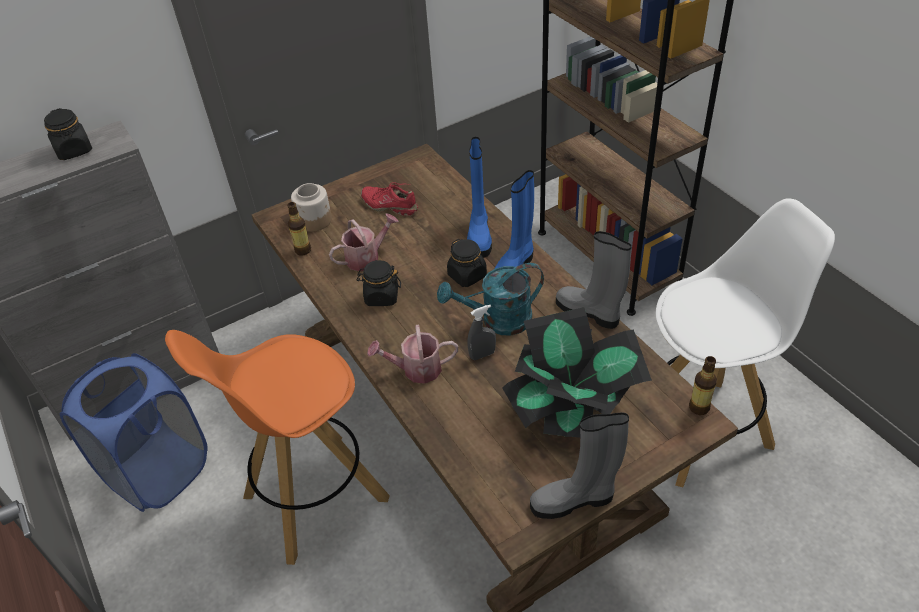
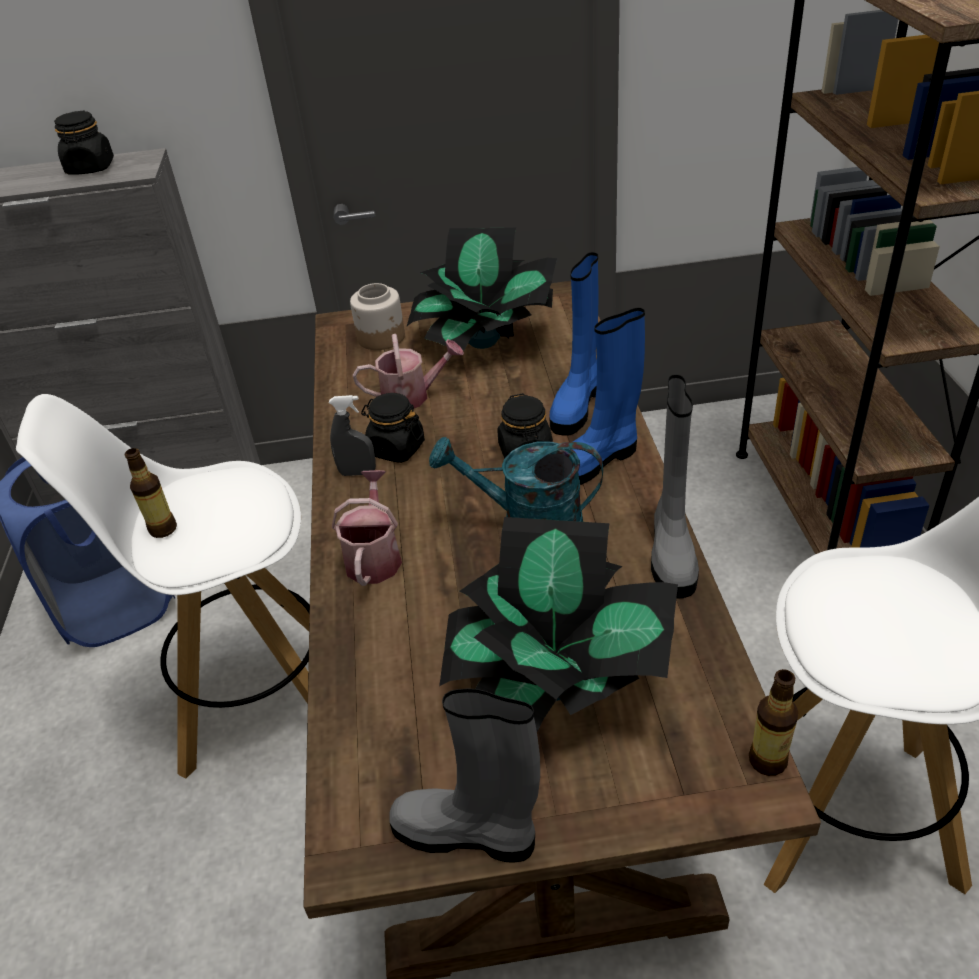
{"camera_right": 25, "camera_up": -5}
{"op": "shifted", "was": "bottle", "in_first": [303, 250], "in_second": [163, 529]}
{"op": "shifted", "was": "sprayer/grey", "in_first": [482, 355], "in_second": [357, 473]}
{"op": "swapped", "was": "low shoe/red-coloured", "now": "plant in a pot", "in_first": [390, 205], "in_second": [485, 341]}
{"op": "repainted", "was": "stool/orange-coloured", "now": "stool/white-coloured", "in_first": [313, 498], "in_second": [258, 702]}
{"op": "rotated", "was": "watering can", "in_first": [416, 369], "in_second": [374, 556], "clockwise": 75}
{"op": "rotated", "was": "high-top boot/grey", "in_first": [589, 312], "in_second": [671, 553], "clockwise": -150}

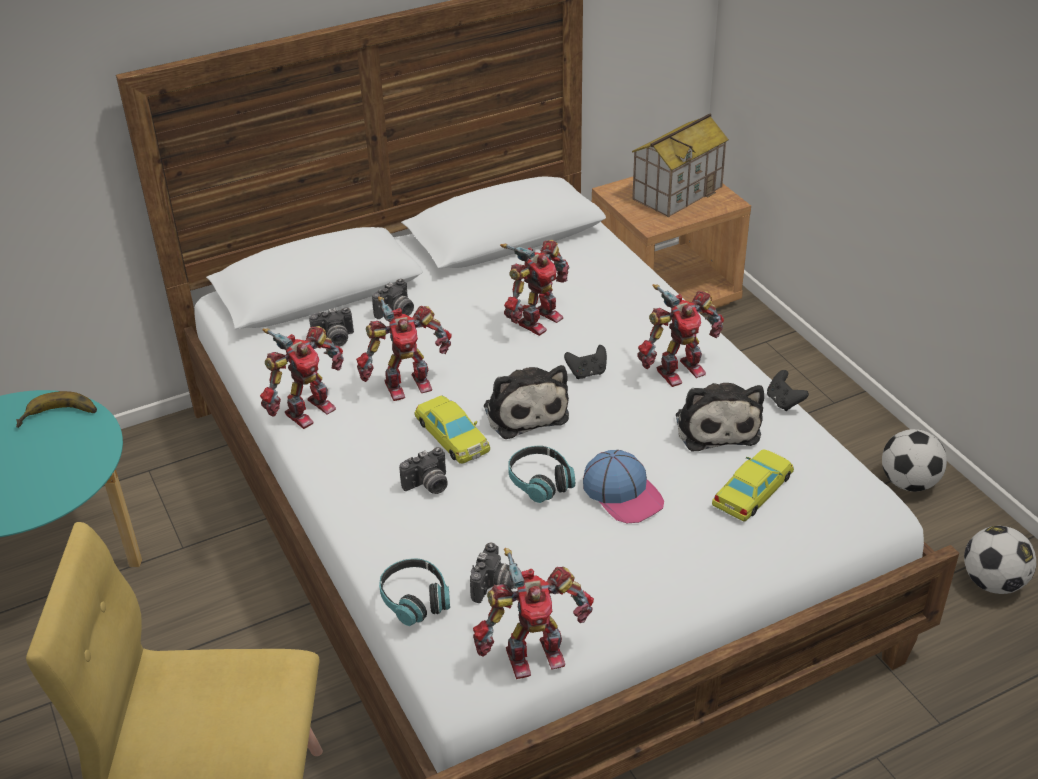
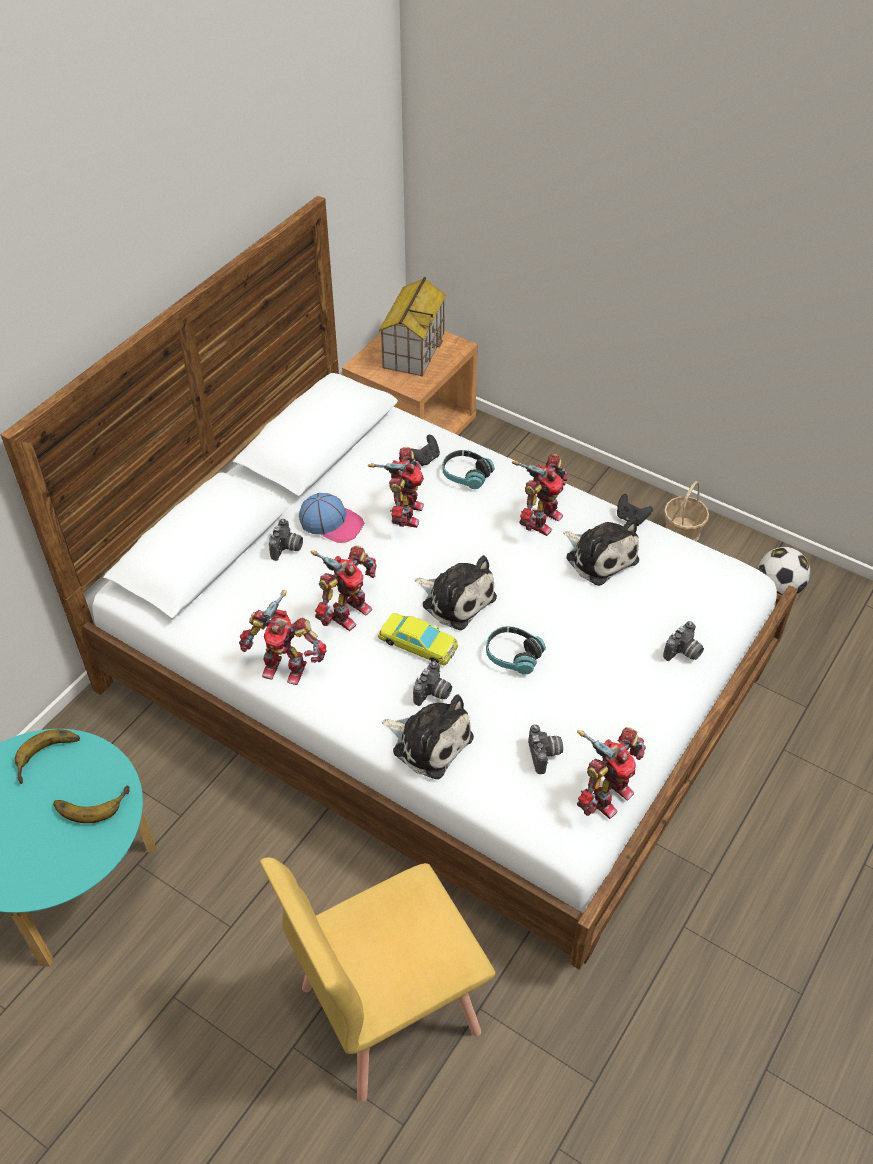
{"camera_right": -30, "camera_up": 10}
{"op": "gone", "was": "miniature car/yellowish", "in_first": [753, 490]}
{"op": "new", "now": "whole banana", "in_second": [91, 802]}
{"op": "new", "now": "soft toy", "in_second": [429, 742]}
{"op": "shifted", "was": "still camera", "in_first": [334, 340], "in_second": [683, 653]}
{"op": "shifted", "was": "headset", "in_first": [415, 599], "in_second": [466, 475]}
{"op": "shifted", "was": "joypad/blackish", "in_first": [587, 373], "in_second": [425, 459]}
{"op": "shifted", "was": "baseball cap", "in_first": [623, 494], "in_second": [331, 523]}
{"op": "swapped", "was": "football", "now": "basket", "in_first": [909, 482], "in_second": [682, 532]}
{"op": "rotated", "was": "toy robot", "in_first": [307, 410], "in_second": [285, 667], "clockwise": 90}

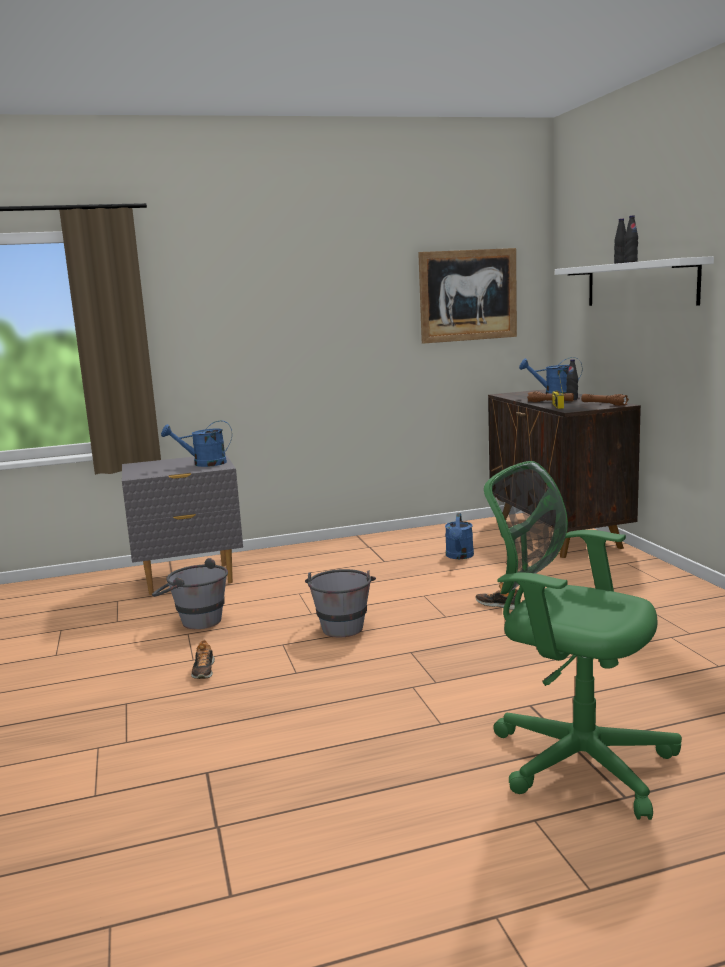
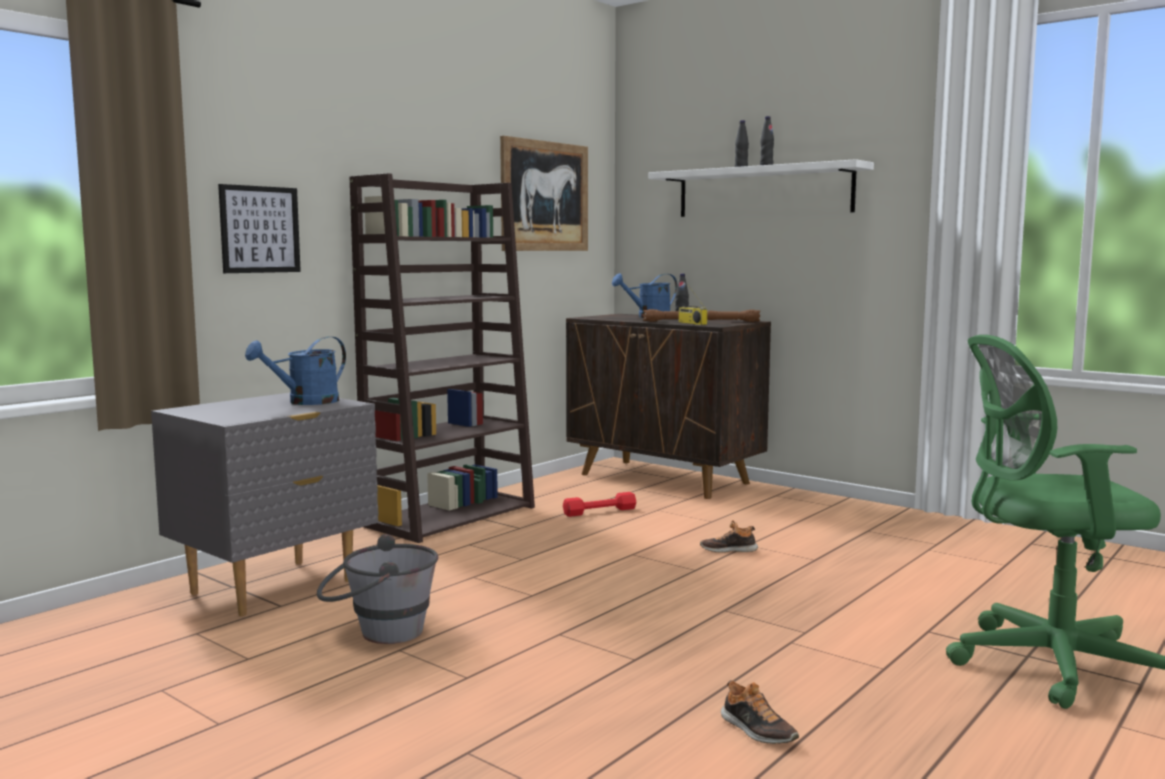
{"camera_right": -35, "camera_up": -5}
{"op": "gone", "was": "pail/grey", "in_first": [342, 625]}
{"op": "new", "now": "wall art", "in_second": [260, 229]}
{"op": "new", "now": "bookshelf/brown", "in_second": [451, 516]}
{"op": "shifted", "was": "low shoe", "in_first": [203, 670], "in_second": [757, 730]}
{"op": "swapped", "was": "watering can/blue-coloured", "now": "hand weight/red-coloured", "in_first": [459, 556], "in_second": [599, 511]}

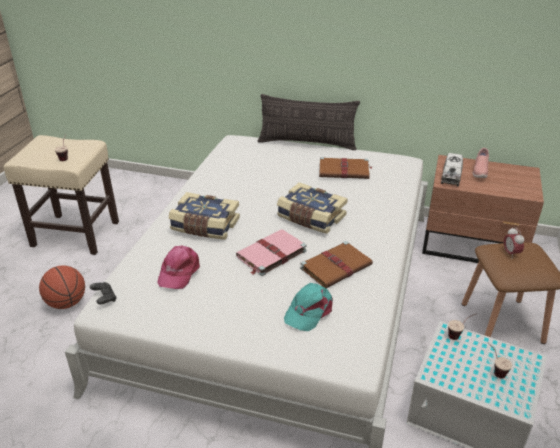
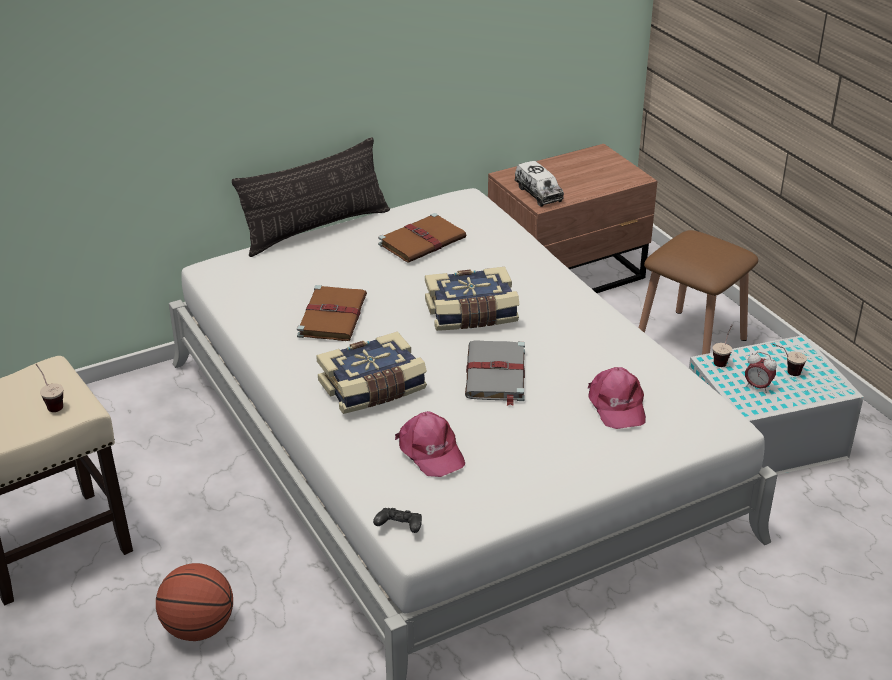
{"camera_right": -45, "camera_up": 0}
{"op": "gone", "was": "low shoe/pink", "in_first": [479, 171]}
{"op": "shifted", "was": "book/brown", "in_first": [337, 266], "in_second": [332, 316]}
{"op": "shifted", "was": "alarm clock", "in_first": [510, 253], "in_second": [757, 387]}
{"op": "repainted", "was": "book/pink", "now": "book/grey", "in_first": [270, 254], "in_second": [495, 375]}
{"op": "repainted", "was": "baseball cap/turquoise", "now": "baseball cap/pink", "in_first": [309, 311], "in_second": [616, 405]}

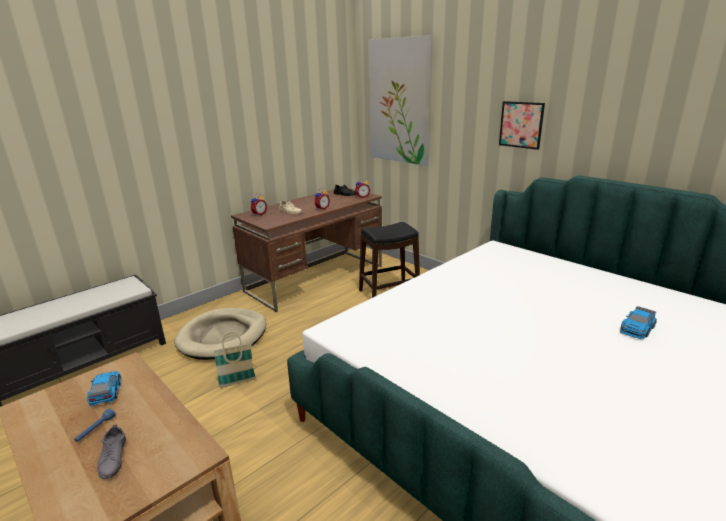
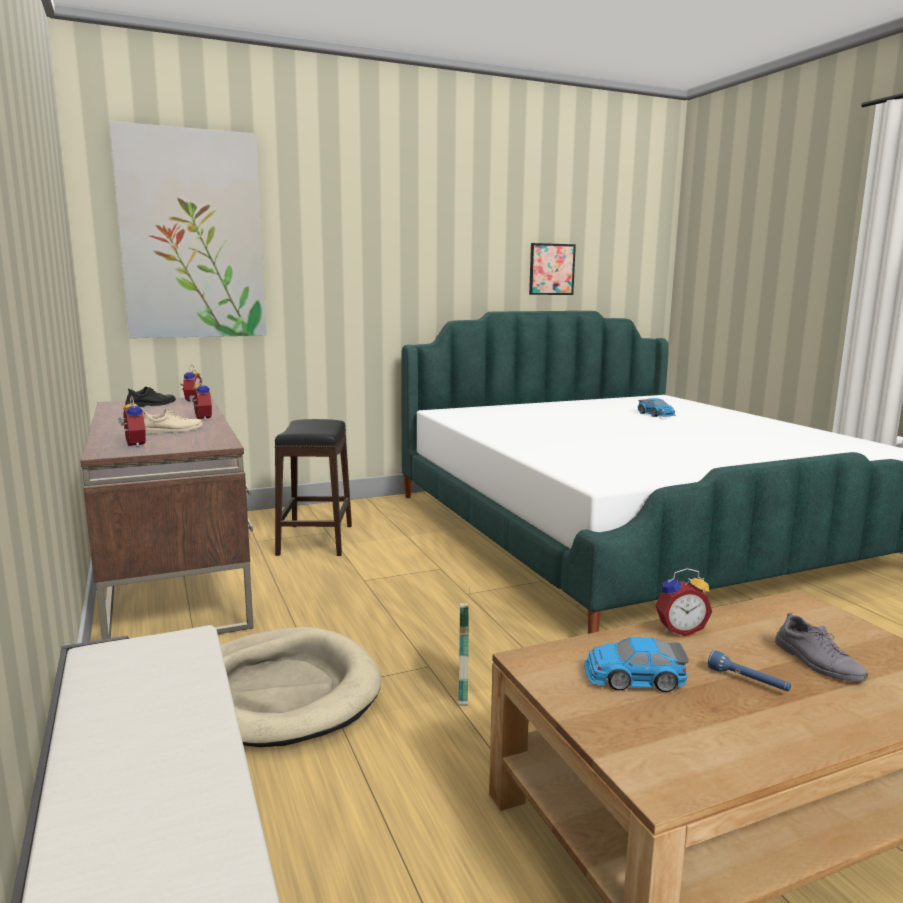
{"camera_right": -70, "camera_up": -10}
{"op": "new", "now": "alarm clock", "in_second": [679, 630]}
{"op": "shifted", "was": "wall art", "in_first": [521, 125], "in_second": [551, 269]}
{"op": "rotated", "was": "low shoe/grey", "in_first": [113, 458], "in_second": [817, 662], "clockwise": 60}

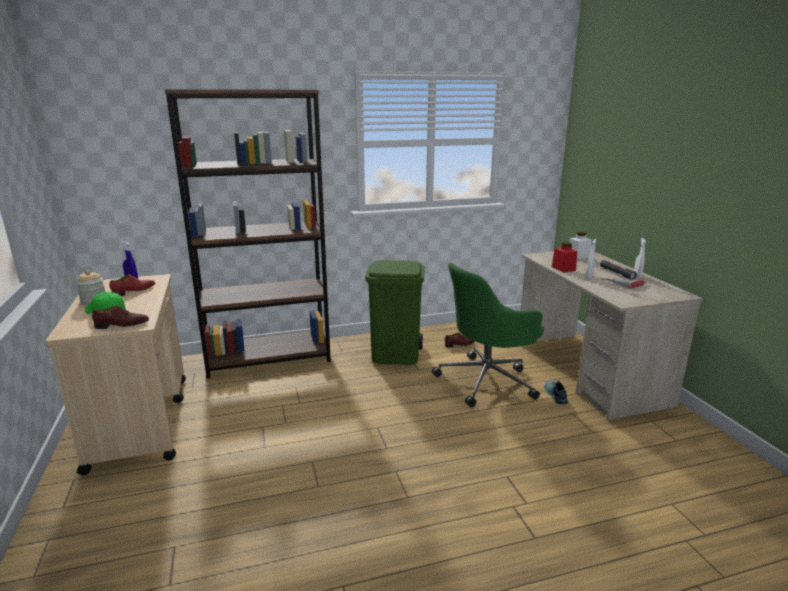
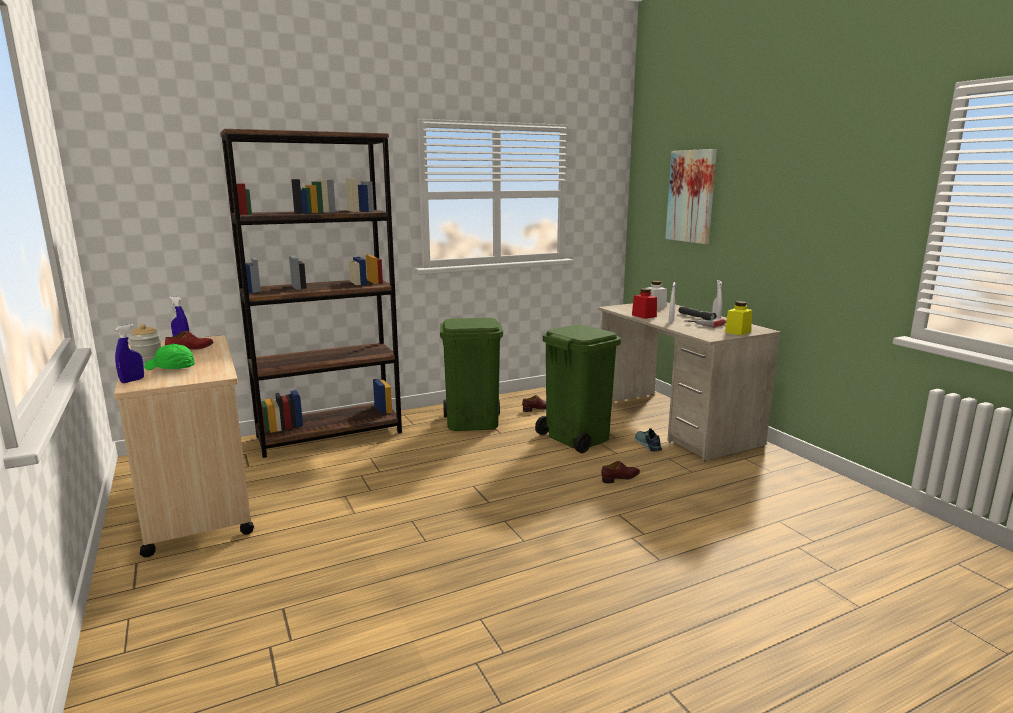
{"camera_right": -10, "camera_up": -5}
{"op": "new", "now": "sprayer/blue-coloured", "in_second": [132, 380]}
{"op": "new", "now": "wall art", "in_second": [691, 196]}
{"op": "new", "now": "storage jar/yellowish", "in_second": [738, 332]}
{"op": "shifted", "was": "low shoe/brown", "in_first": [122, 325], "in_second": [620, 478]}
{"op": "swapped", "was": "office chair/green", "now": "rubbish bin/green", "in_first": [487, 380], "in_second": [576, 437]}

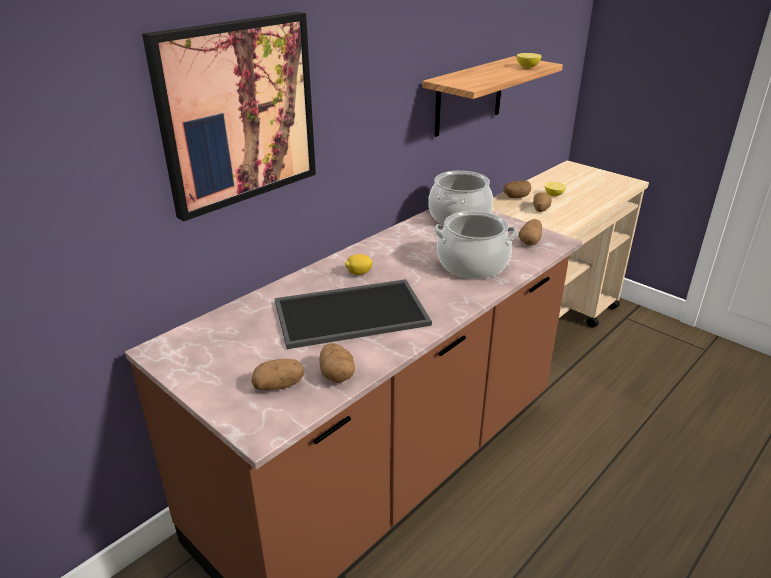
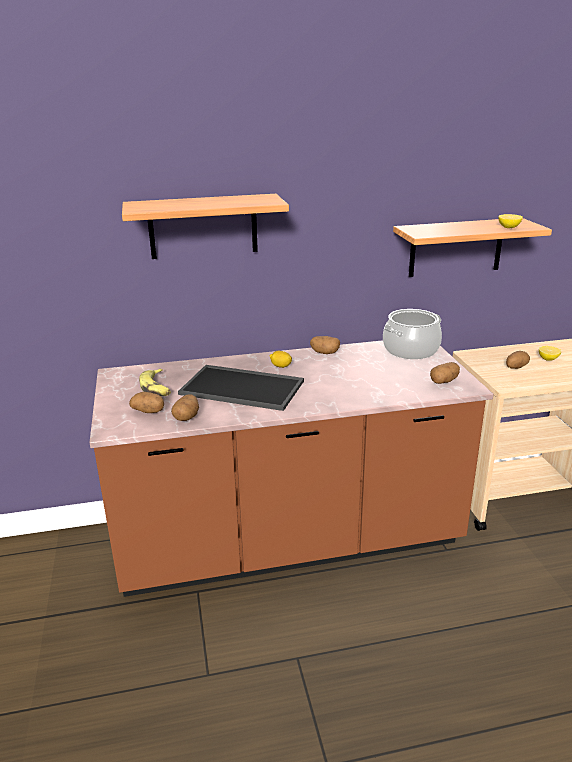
{"camera_right": 35, "camera_up": -5}
{"op": "gone", "was": "stockpot", "in_first": [472, 264]}
{"op": "new", "now": "whole banana", "in_second": [157, 388]}
{"op": "shifted", "was": "spud", "in_first": [516, 197], "in_second": [324, 353]}
{"op": "swapped", "was": "wall art", "now": "shelf", "in_first": [238, 113], "in_second": [203, 226]}

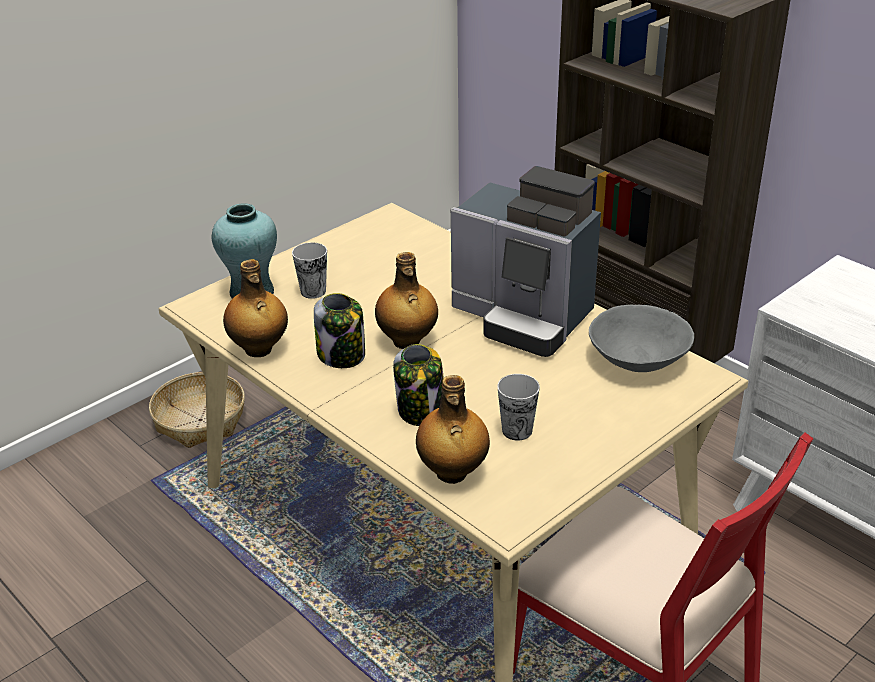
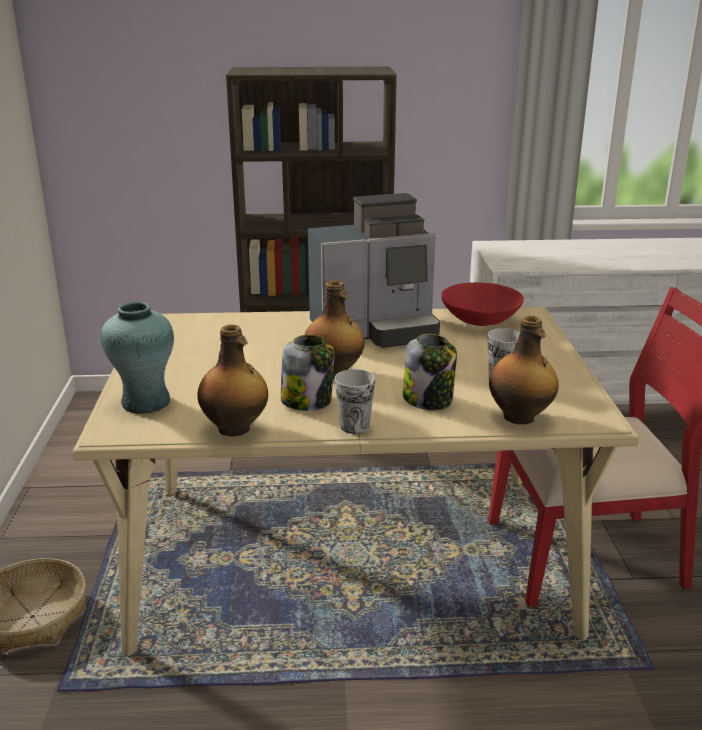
{"camera_right": -50, "camera_up": -10}
{"op": "shifted", "was": "drinking cup", "in_first": [313, 291], "in_second": [354, 426]}
{"op": "repainted", "was": "bowl/grey", "now": "bowl/red-coloured", "in_first": [638, 360], "in_second": [480, 321]}

